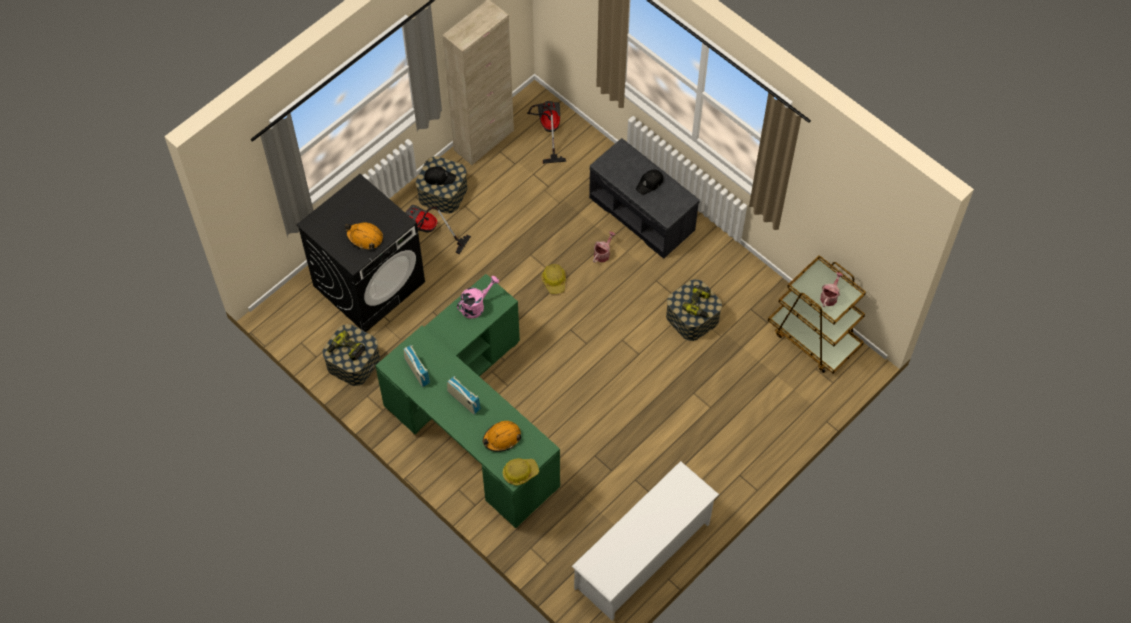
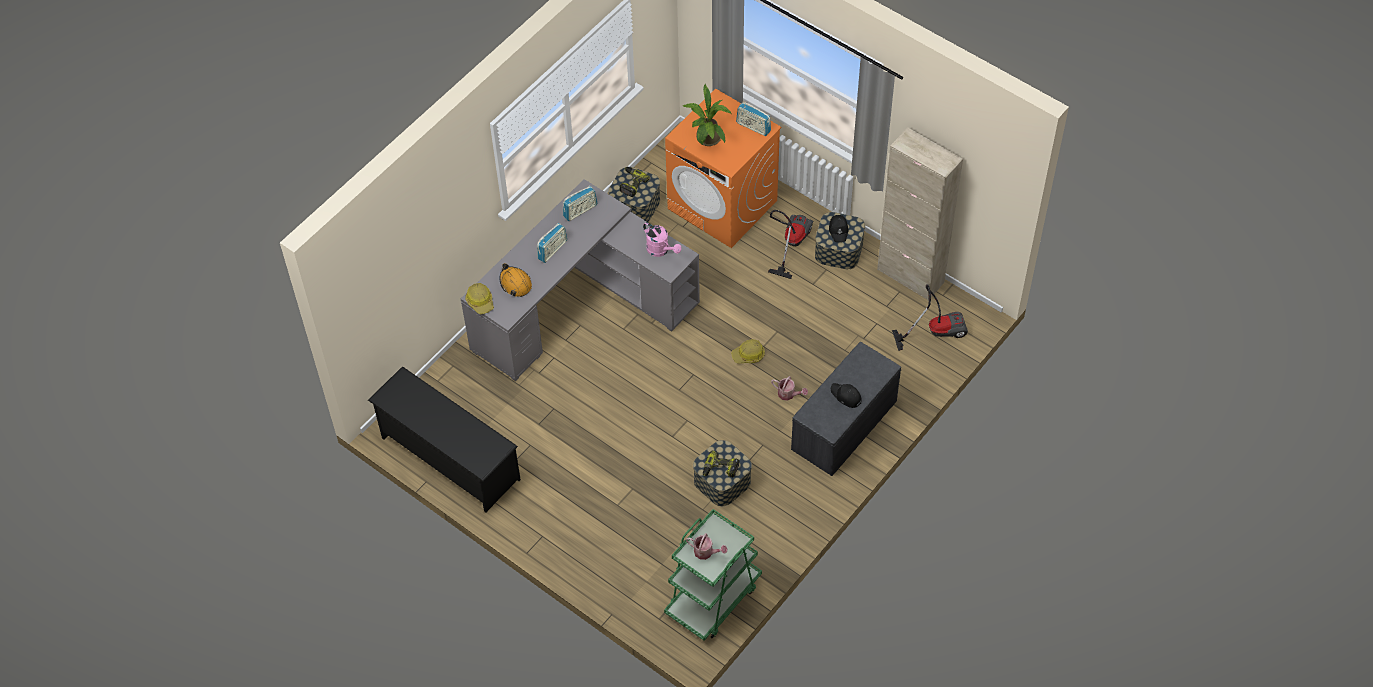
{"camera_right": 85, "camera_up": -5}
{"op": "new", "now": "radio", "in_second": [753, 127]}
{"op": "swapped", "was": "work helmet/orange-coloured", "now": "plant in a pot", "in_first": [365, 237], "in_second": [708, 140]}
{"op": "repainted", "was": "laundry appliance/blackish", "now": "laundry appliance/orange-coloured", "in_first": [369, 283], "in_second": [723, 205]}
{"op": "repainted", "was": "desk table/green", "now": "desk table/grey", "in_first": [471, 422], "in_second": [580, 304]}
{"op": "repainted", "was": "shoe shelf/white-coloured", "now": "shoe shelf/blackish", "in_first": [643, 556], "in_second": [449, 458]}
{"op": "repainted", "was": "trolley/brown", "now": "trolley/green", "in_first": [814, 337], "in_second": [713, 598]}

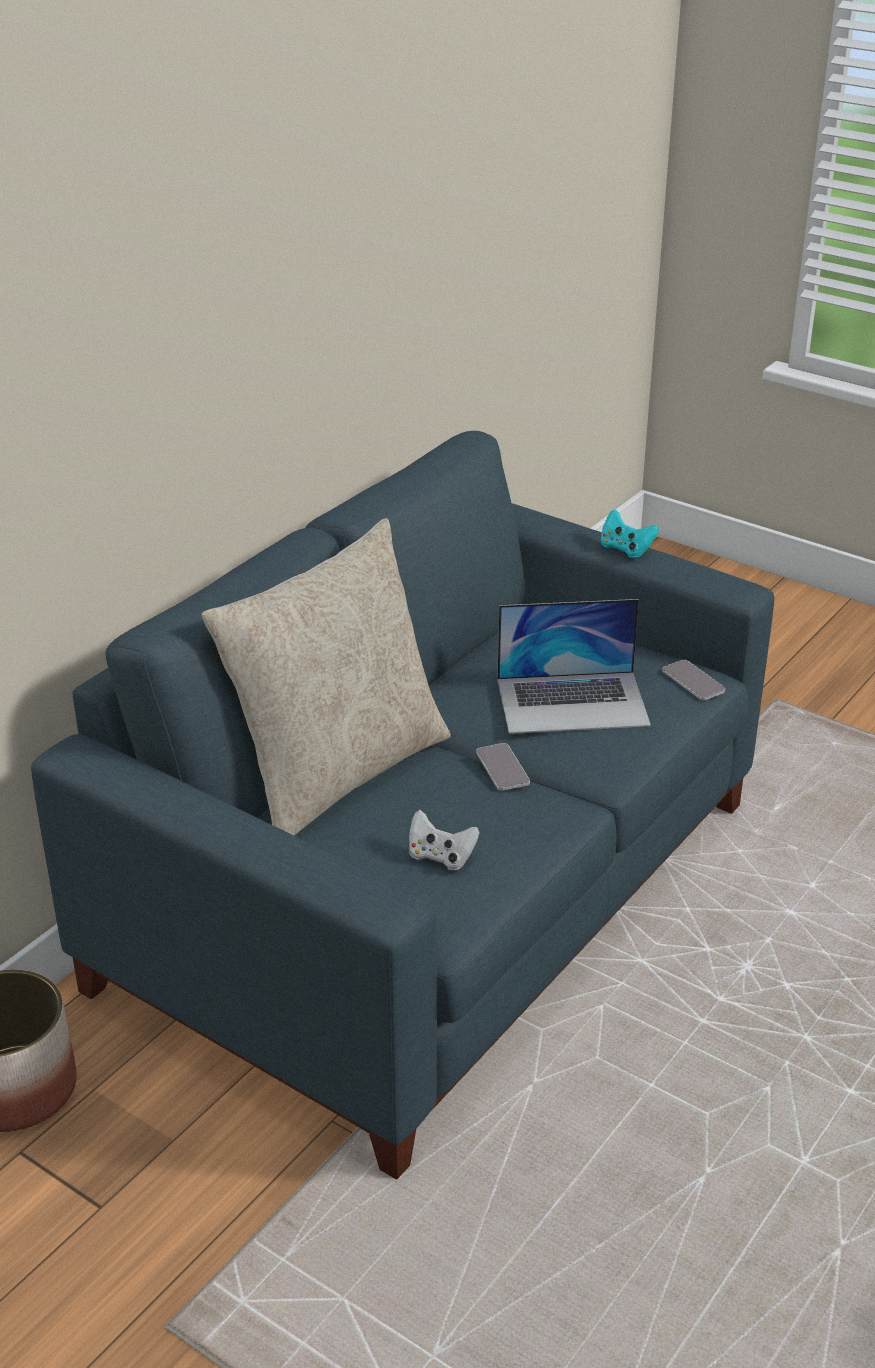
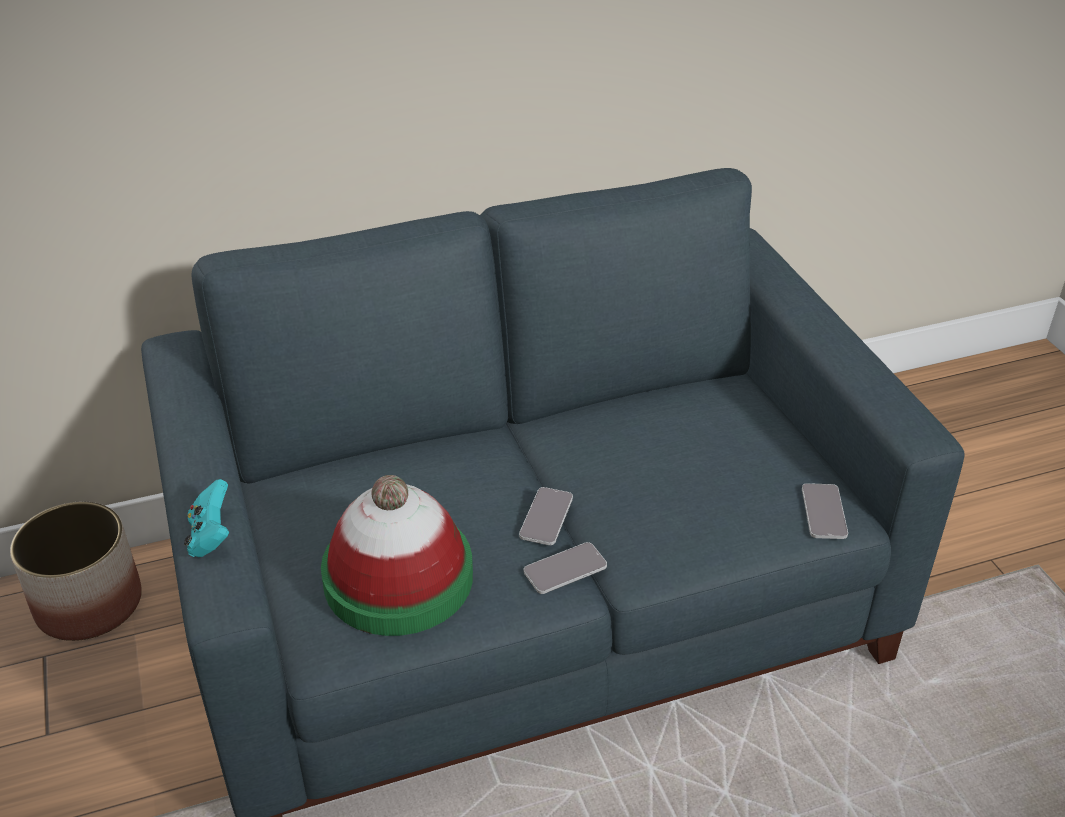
{"camera_right": 35, "camera_up": 5}
{"op": "gone", "was": "cushion/beige", "in_first": [337, 772]}
{"op": "gone", "was": "notebook computer", "in_first": [573, 702]}
{"op": "new", "now": "phone", "in_second": [565, 569]}
{"op": "shifted", "was": "joypad/turquoise", "in_first": [625, 549], "in_second": [211, 537]}
{"op": "swapped", "was": "joypad/white-coloured", "now": "clothing hat", "in_first": [440, 857], "in_second": [398, 578]}

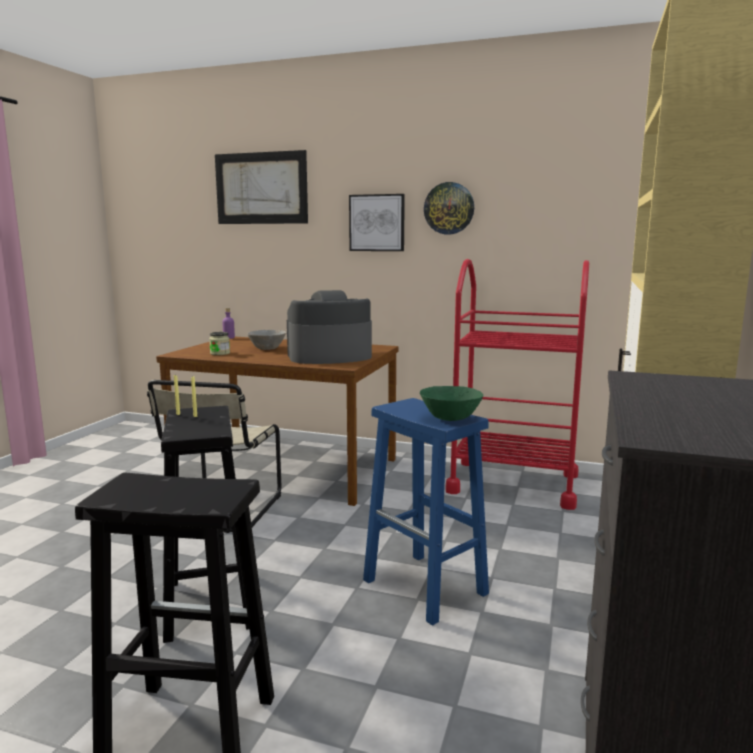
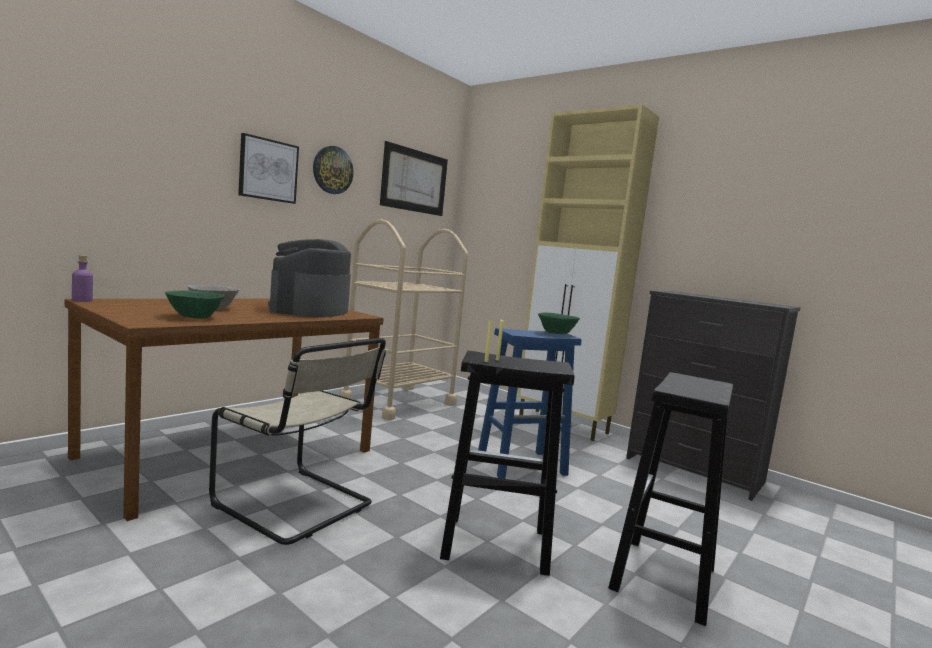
{"camera_right": -70, "camera_up": -5}
{"op": "shifted", "was": "wall art", "in_first": [261, 188], "in_second": [414, 181]}
{"op": "swapped", "was": "storage jar", "now": "bowl/green", "in_first": [220, 353], "in_second": [194, 317]}
{"op": "repainted", "was": "trolley/red-coloured", "now": "trolley/beige", "in_first": [513, 483], "in_second": [399, 402]}

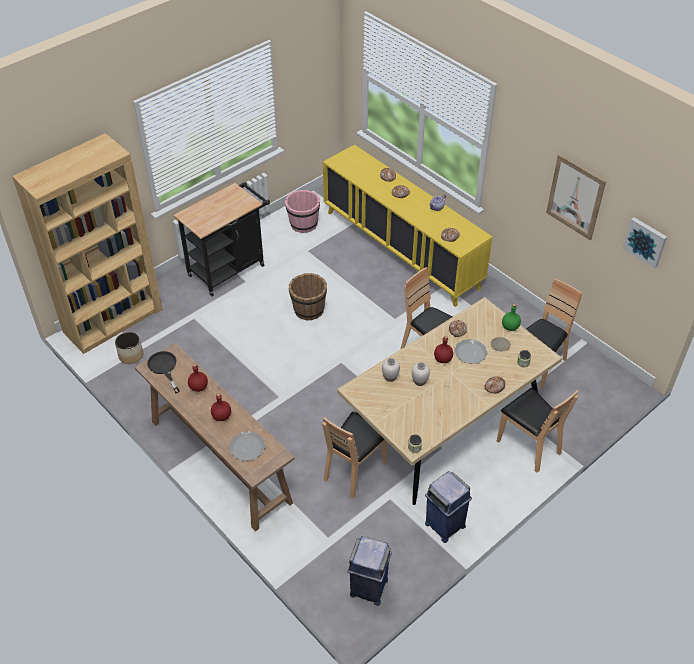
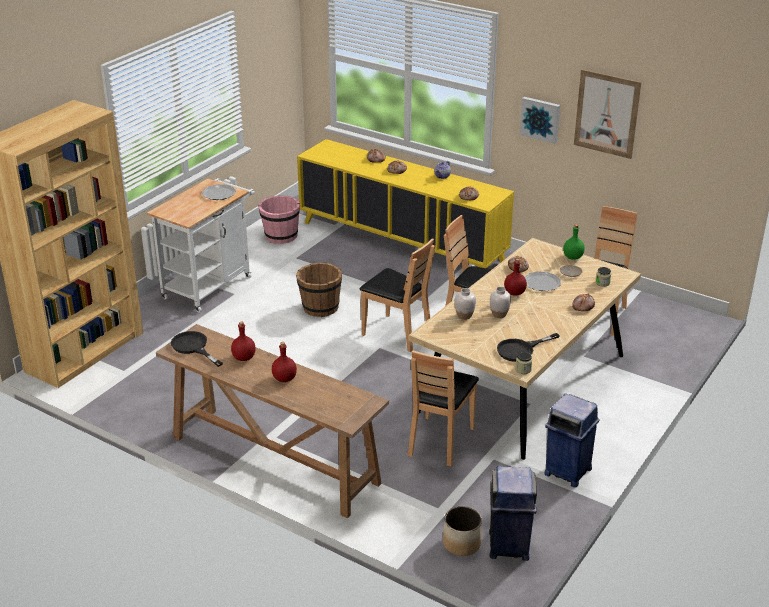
{"camera_right": -15, "camera_up": -15}
{"op": "new", "now": "pan/blackish", "in_second": [521, 350]}
{"op": "shifted", "was": "plant pot", "in_first": [131, 355], "in_second": [461, 543]}
{"op": "shifted", "was": "dinner plate", "in_first": [247, 447], "in_second": [219, 194]}
{"op": "shifted", "was": "chair/brown", "in_first": [528, 446], "in_second": [396, 333]}
{"op": "shifted", "was": "wall art", "in_first": [645, 241], "in_second": [540, 119]}
{"op": "repainted", "was": "trolley/blackish", "now": "trolley/white-coloured", "in_first": [230, 268], "in_second": [210, 285]}

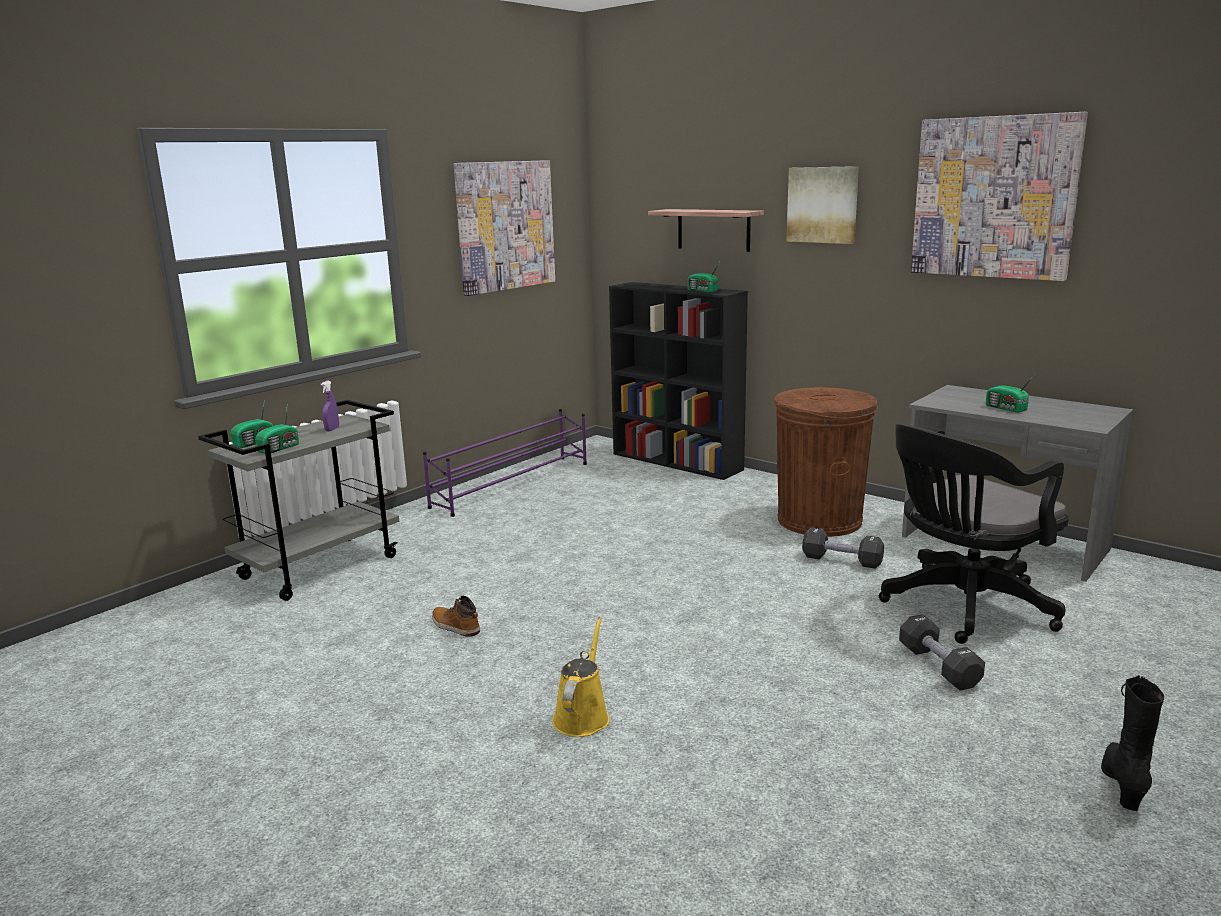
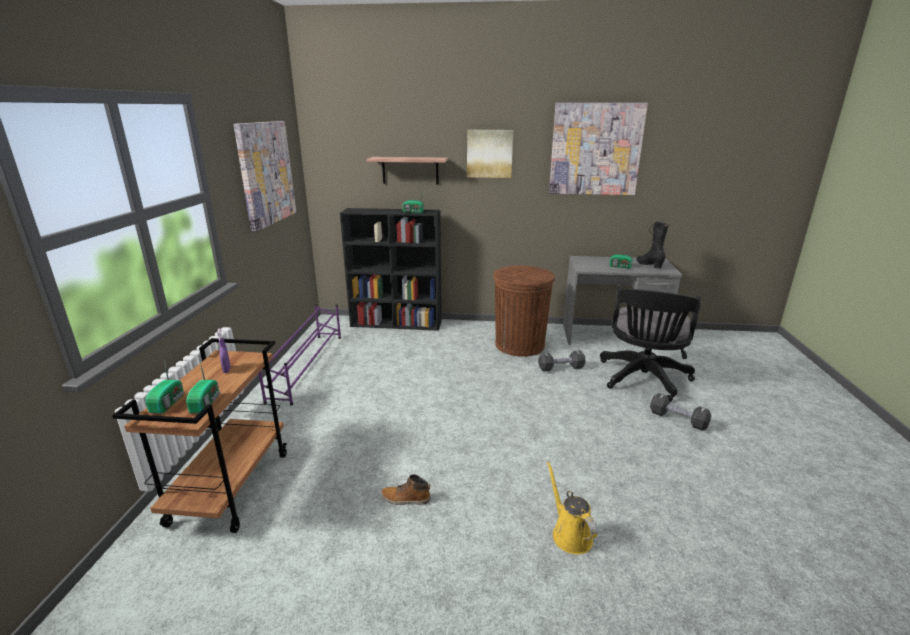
{"camera_right": -35, "camera_up": 5}
{"op": "shifted", "was": "high-top boot/blackish", "in_first": [1123, 784], "in_second": [649, 265]}
{"op": "repainted", "was": "trolley/grey", "now": "trolley/brown", "in_first": [320, 567], "in_second": [230, 487]}

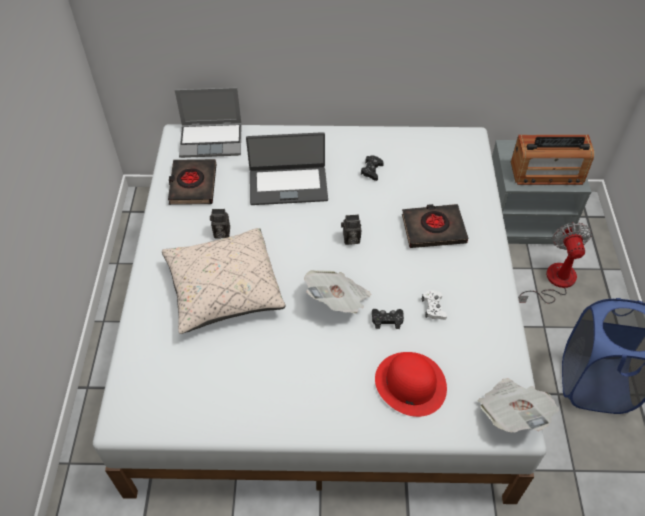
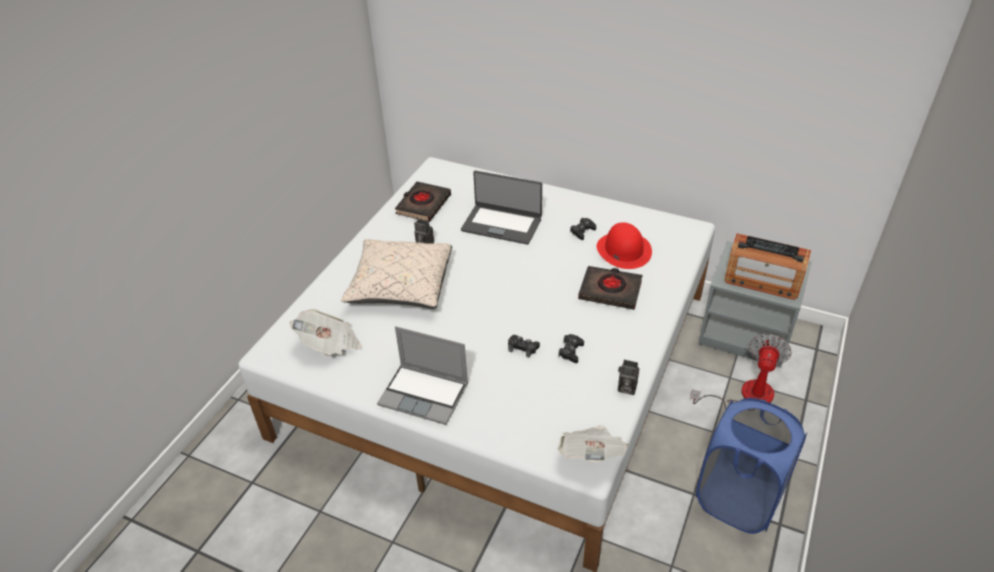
{"camera_right": 25, "camera_up": -10}
{"op": "shifted", "was": "notebook computer", "in_first": [212, 140], "in_second": [425, 394]}
{"op": "shifted", "was": "printed paper", "in_first": [338, 300], "in_second": [330, 345]}
{"op": "shifted", "was": "still camera", "in_first": [350, 239], "in_second": [626, 388]}
{"op": "shifted", "was": "clothing hat/red-coloured", "in_first": [410, 383], "in_second": [623, 250]}
{"op": "repainted", "was": "joypad/white-coloured", "now": "joypad/blackish", "in_first": [433, 308], "in_second": [571, 351]}

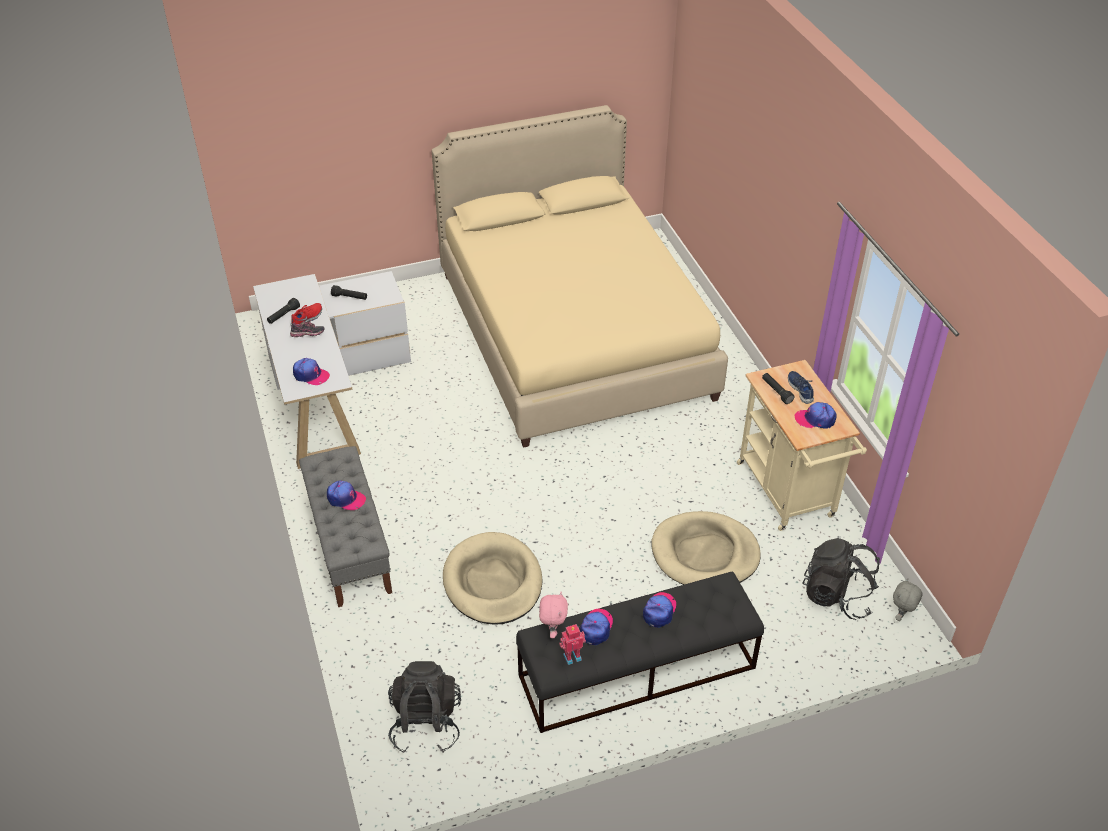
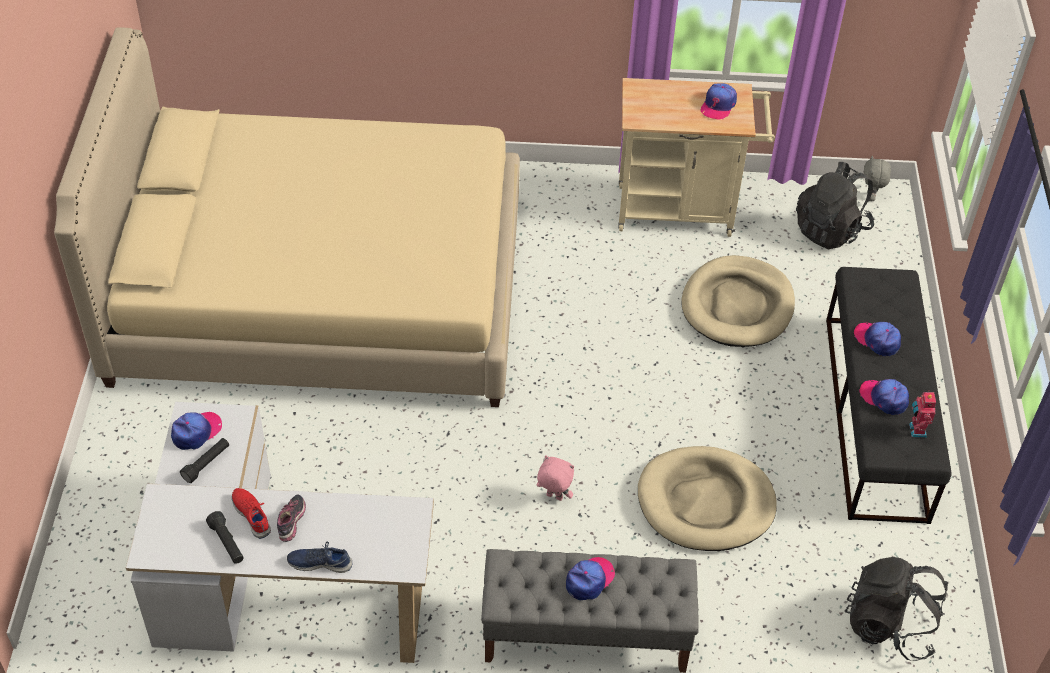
{"camera_right": -70, "camera_up": 5}
{"op": "gone", "was": "torch/blackish", "in_first": [776, 392]}
{"op": "shifted", "was": "baseball cap", "in_first": [310, 375], "in_second": [196, 432]}
{"op": "shifted", "was": "soft toy/pink", "in_first": [552, 630], "in_second": [553, 497]}
{"op": "shifted", "was": "low shoe/blue-coloured", "in_first": [801, 389], "in_second": [320, 562]}
{"op": "rotated", "was": "soft toy/grey", "in_first": [901, 616], "in_second": [871, 197], "clockwise": 45}

